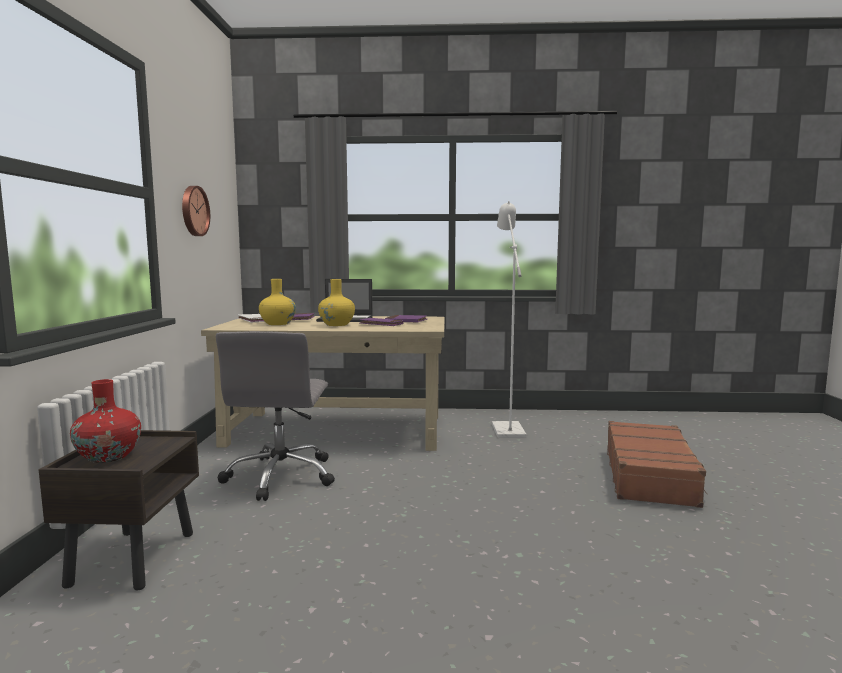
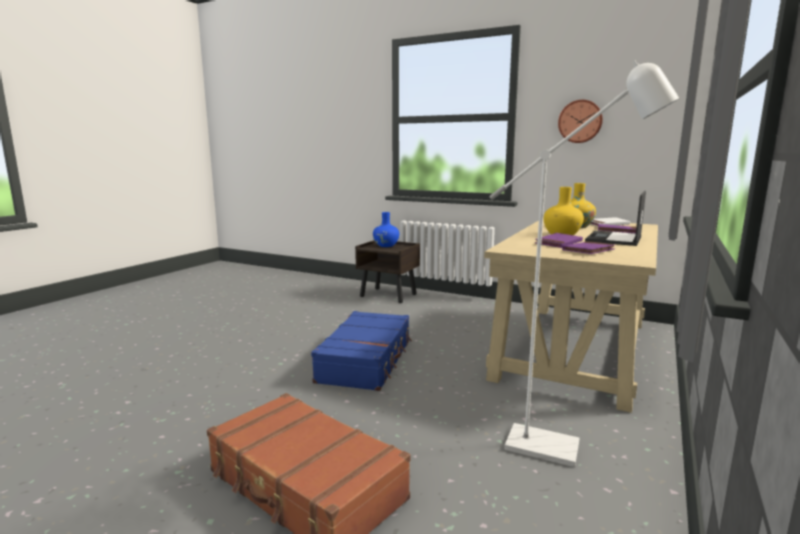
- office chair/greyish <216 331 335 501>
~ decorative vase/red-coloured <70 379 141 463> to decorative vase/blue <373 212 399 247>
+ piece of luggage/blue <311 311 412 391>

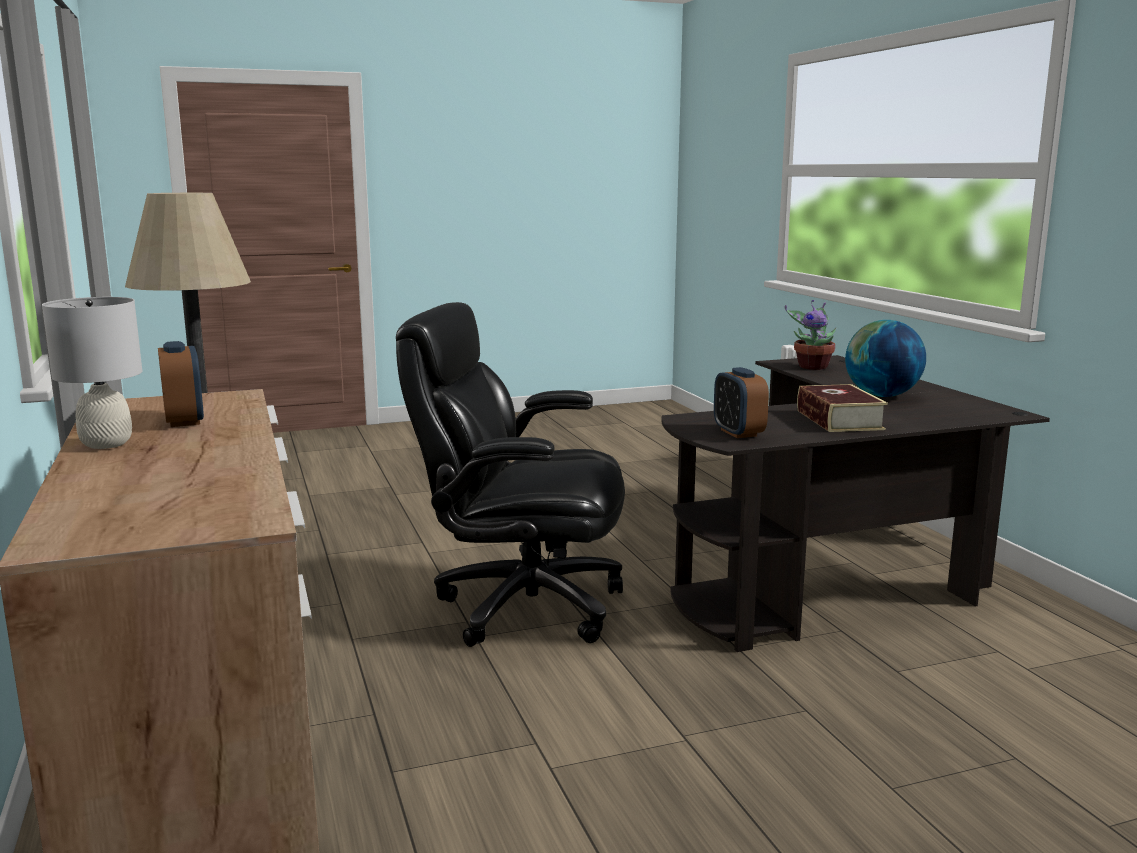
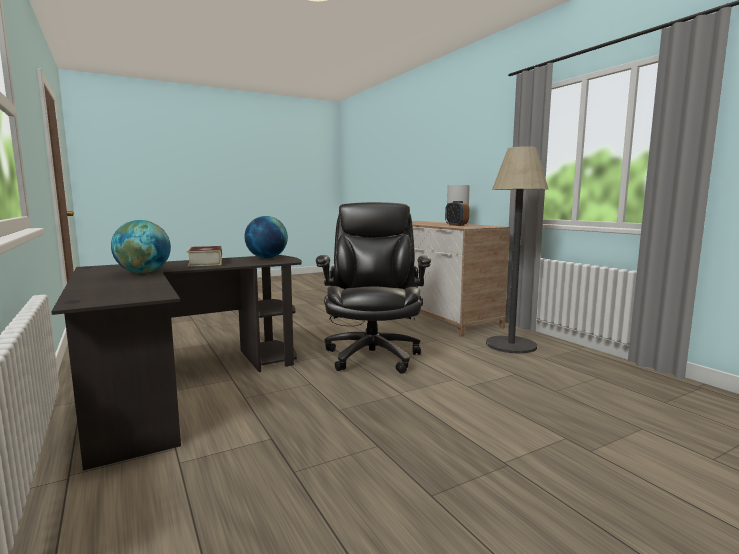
- potted plant <785 300 836 370>
~ office chair/black-coloured <396 302 625 647> = <316 202 431 374> 90 degrees counterclockwise
~ bedside clock <714 367 769 438> to desk globe <244 216 288 258>

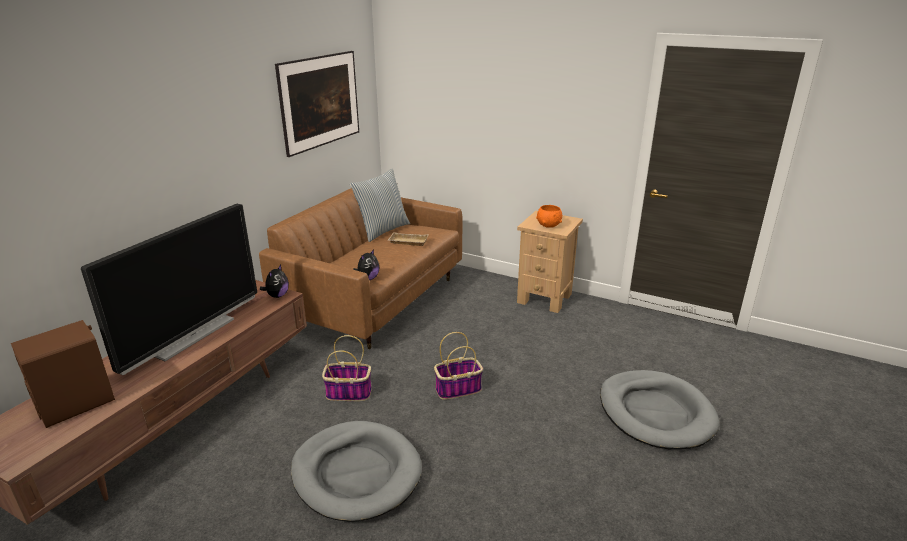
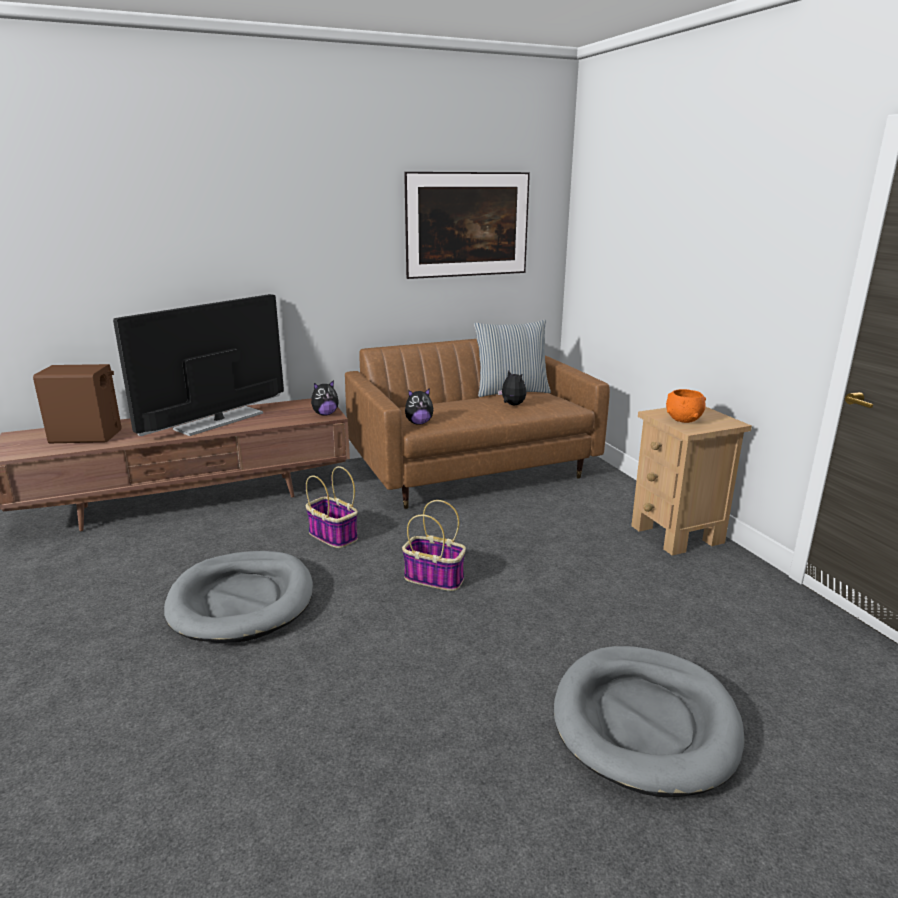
~ TV set <81 204 257 375> = <113 294 284 436> 150 degrees clockwise
~ serving tray/beige-coloured <388 232 429 246> to cuddly toy <498 370 526 405>

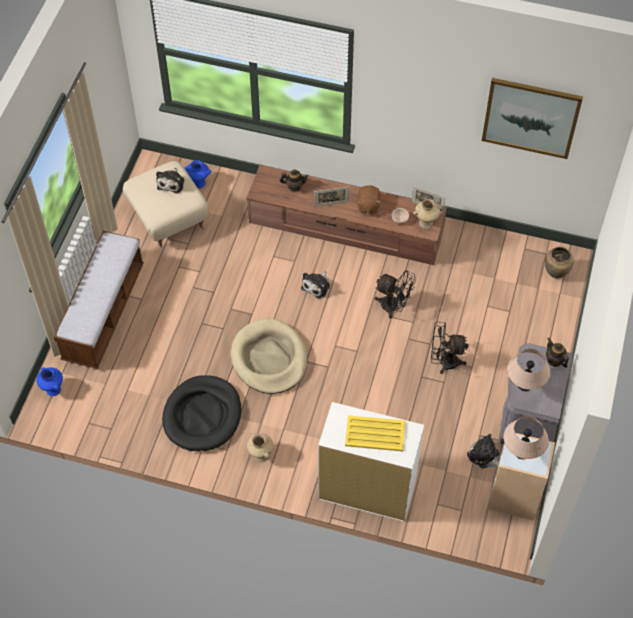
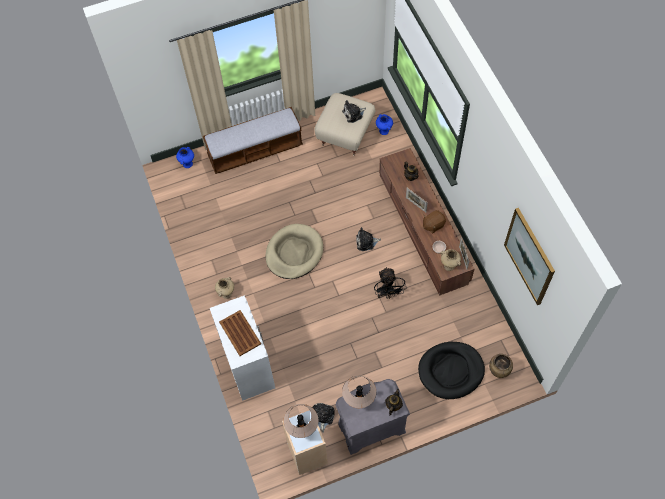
- cooling fan/black-coloured <431 322 468 374>
~ dog bed/black-coloured <162 375 241 451> to <418 342 485 399>
~ serving tray/yellow-coloured <345 415 405 451> to serving tray/brown-coloured <219 310 261 356>

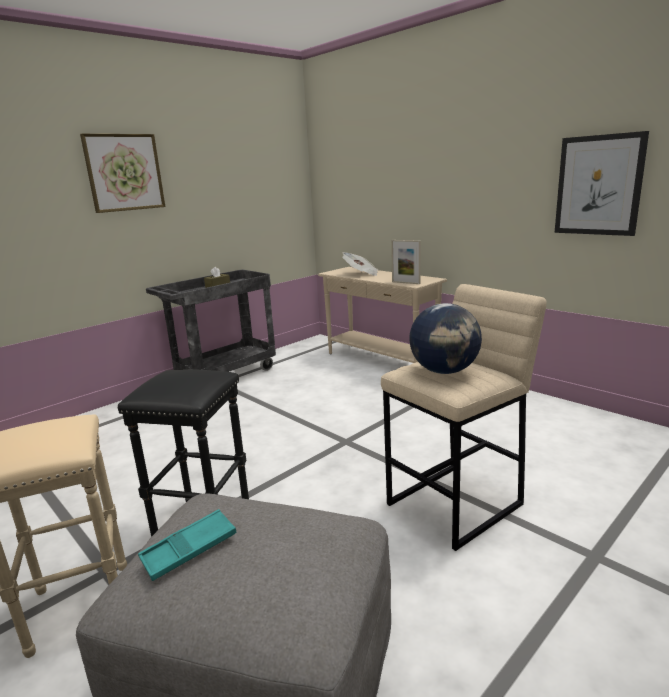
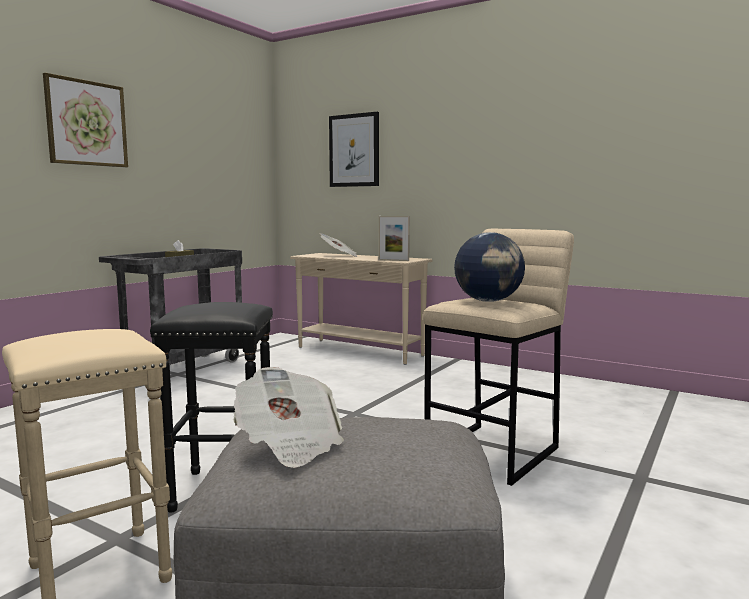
~ wall art <555 131 649 236> to <329 112 379 187>
~ serving tray/turquoise <138 509 237 581> to printed paper <233 367 344 468>

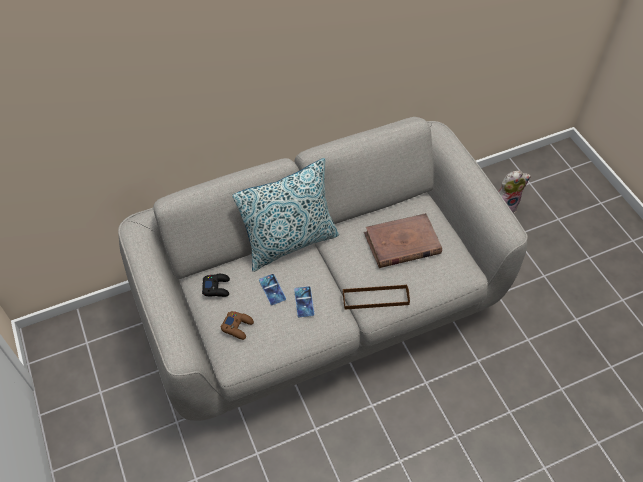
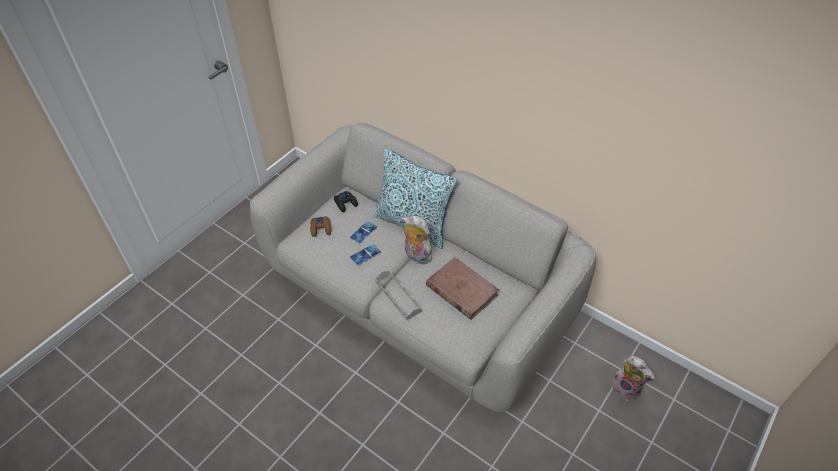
~ serving tray/brown-coloured <343 284 410 310> to serving tray/greyish <375 270 422 320>
+ cuddly toy <401 215 434 264>

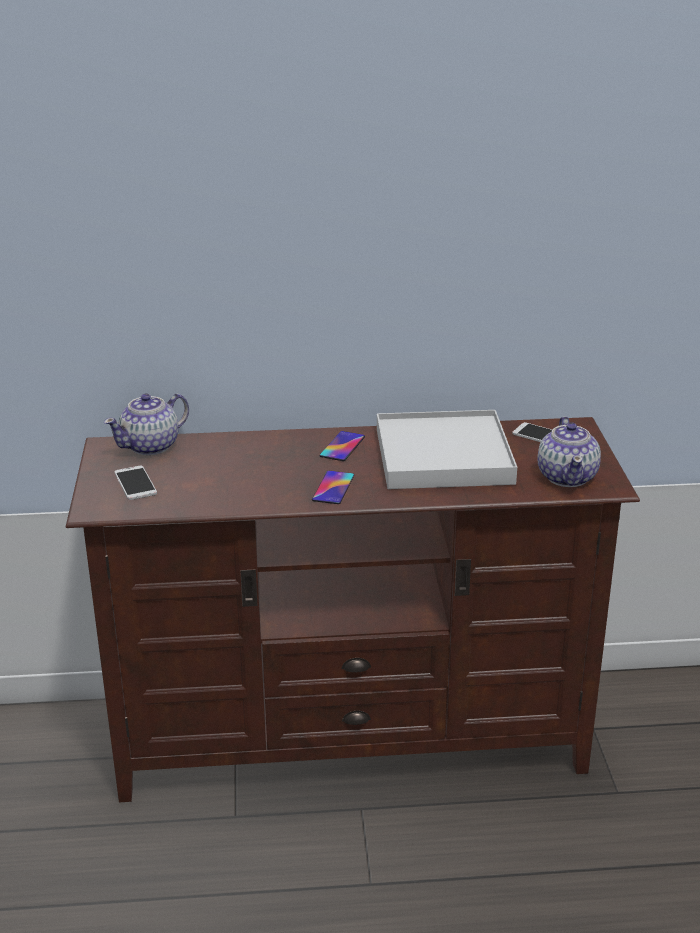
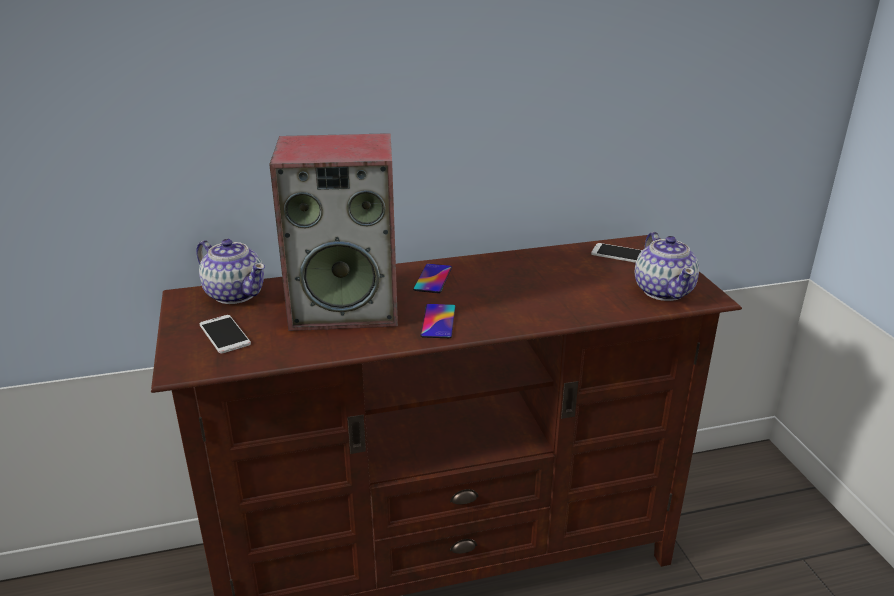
~ teapot <104 393 189 456> = <196 239 265 304> 90 degrees counterclockwise
- serving tray/white <377 410 517 489>
+ loudspeaker <269 133 398 331>

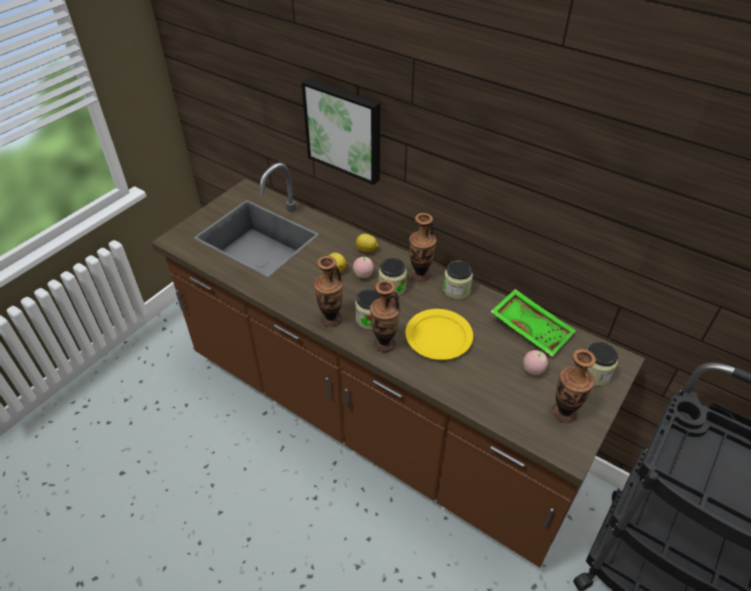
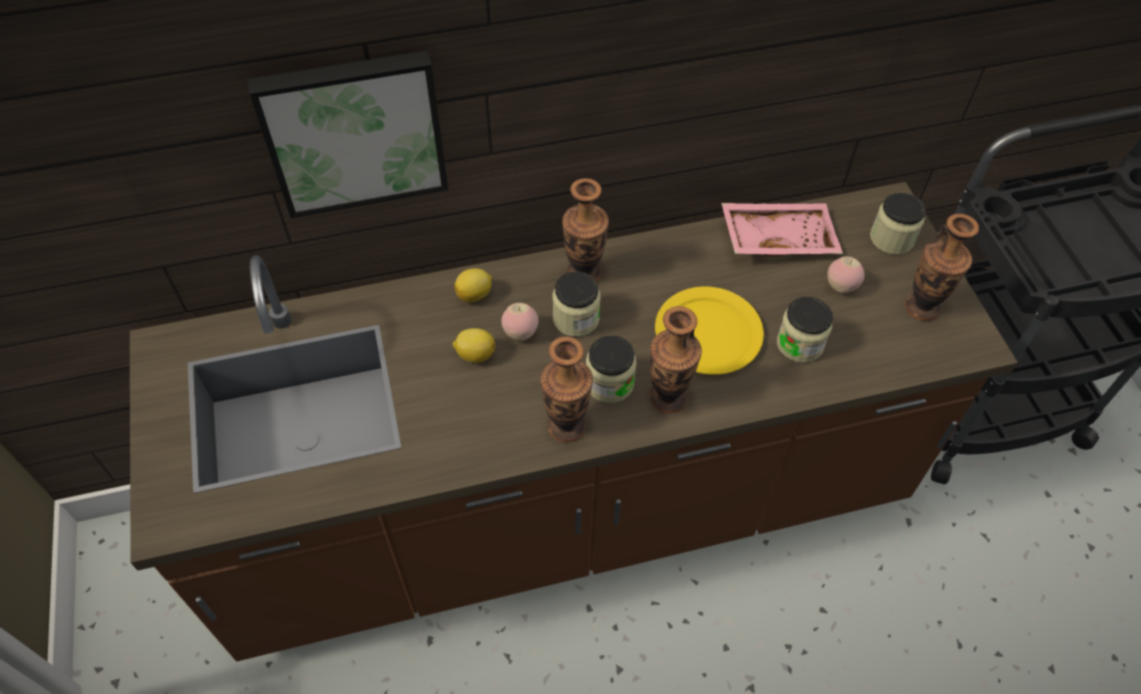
~ storage jar <443 260 473 299> to <777 297 833 363>
~ serving tray/greenish <491 289 576 356> to serving tray/pinkish <721 203 843 256>

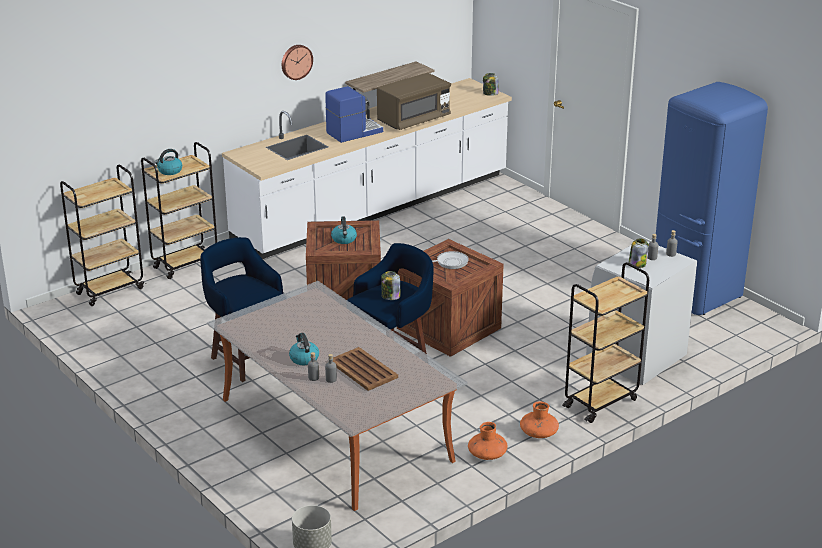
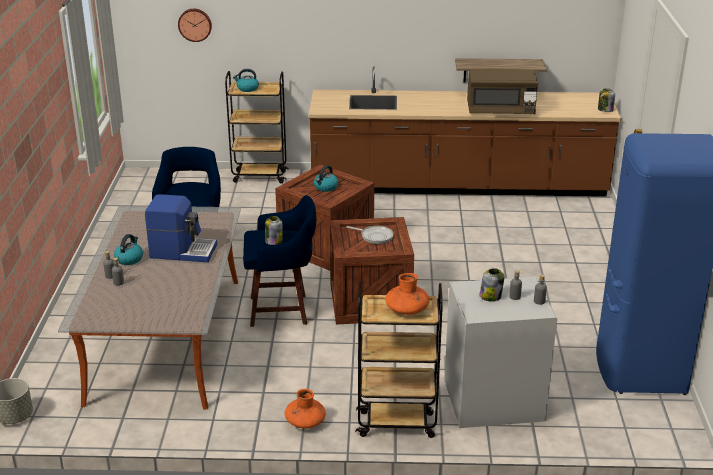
~ hanging clock <282 45 313 80> to <178 9 212 42>
~ kitchen counter/white <222 78 512 259> to kitchen counter/brown-coloured <309 67 621 197>
~ coffee maker <325 86 383 143> to <145 194 217 262>
- cart/brown-coloured <60 165 145 306>
- serving tray/brown-coloured <333 347 398 391>
~ decorative vase/orange-coloured <468 422 507 460> to <385 273 429 315>

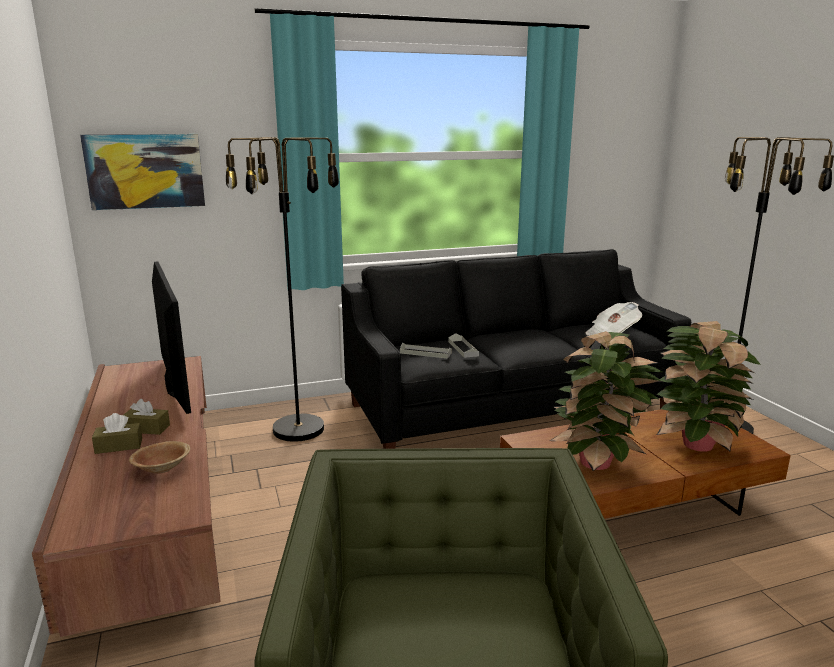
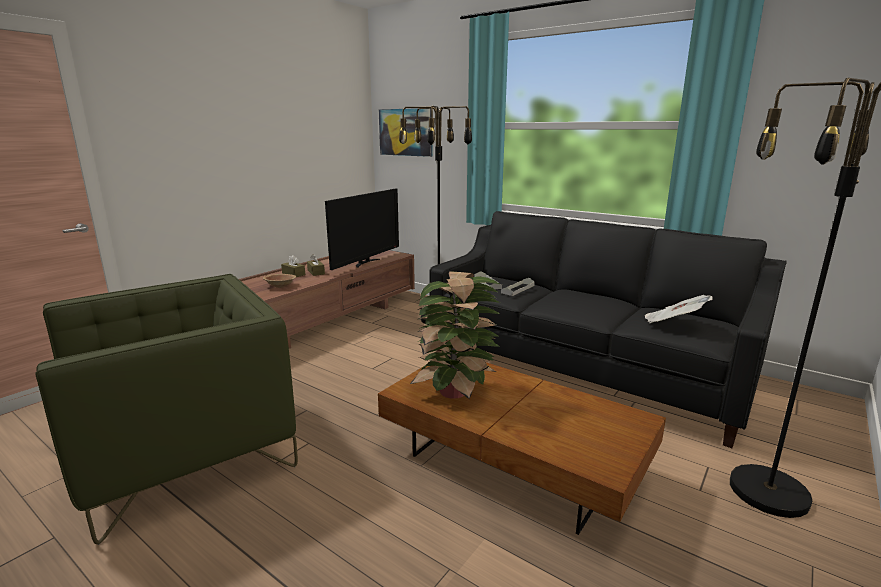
- potted plant <657 321 761 452>

